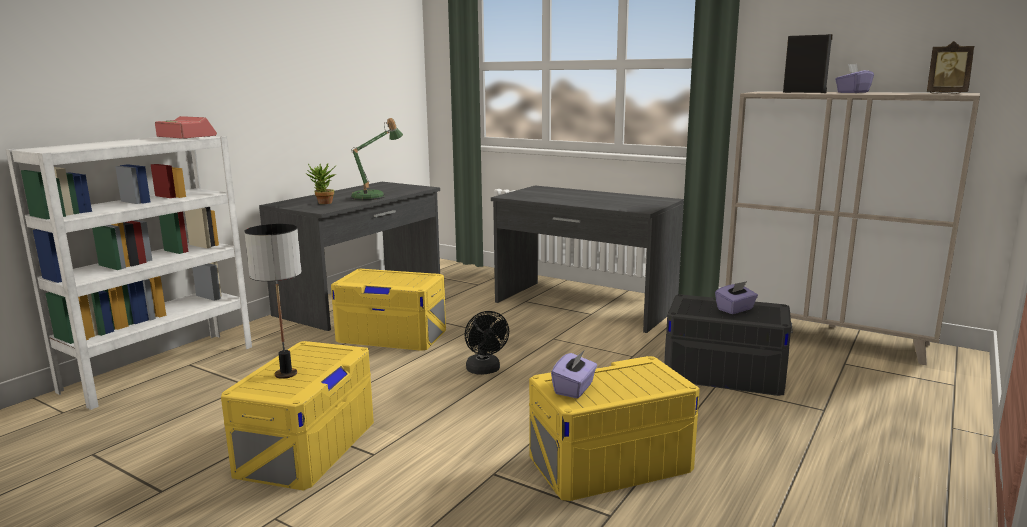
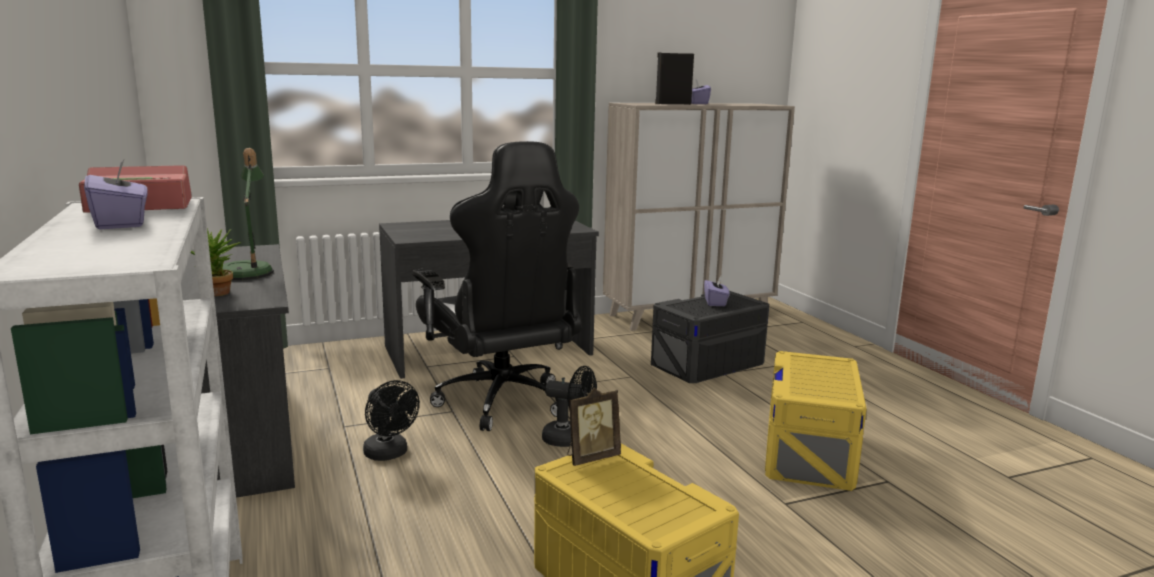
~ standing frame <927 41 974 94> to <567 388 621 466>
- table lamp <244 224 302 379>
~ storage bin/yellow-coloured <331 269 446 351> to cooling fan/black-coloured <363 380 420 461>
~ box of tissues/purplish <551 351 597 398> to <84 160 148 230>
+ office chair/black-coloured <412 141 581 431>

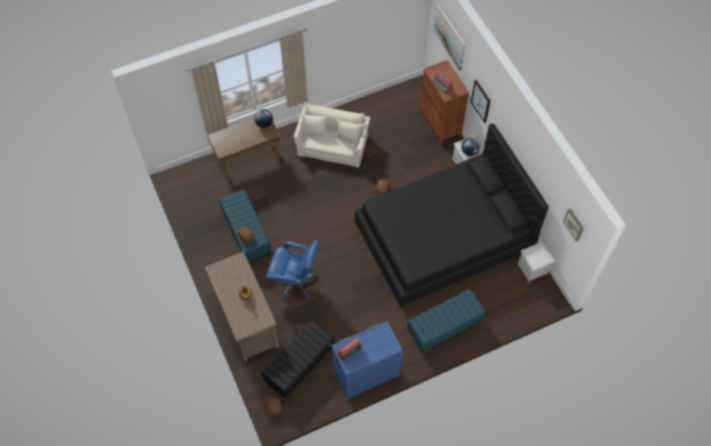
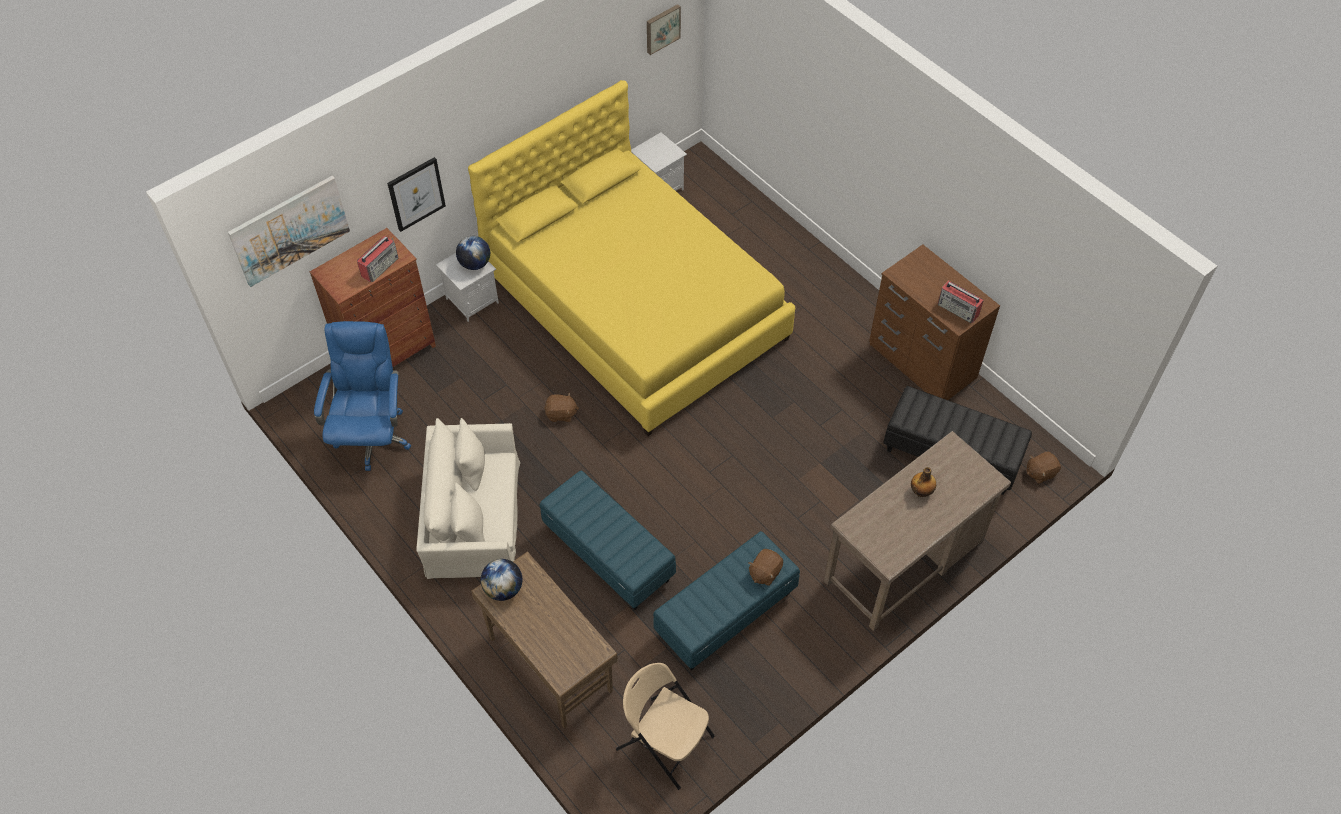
~ bedroom bed/black-coloured <355 124 549 308> to bedroom bed/yellow-coloured <468 80 796 437>
~ office chair/blue <266 240 319 299> to <314 321 411 471>
~ pouffe/blue <407 289 486 352> to <540 470 676 610>
~ dresser/blue <331 321 403 399> to dresser/brown-coloured <869 245 1000 400>
+ plain chair/beige-coloured <616 663 715 790>

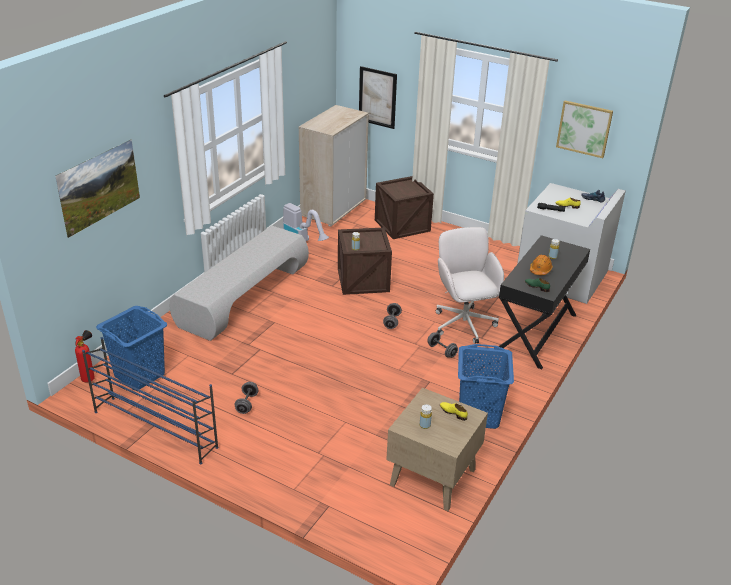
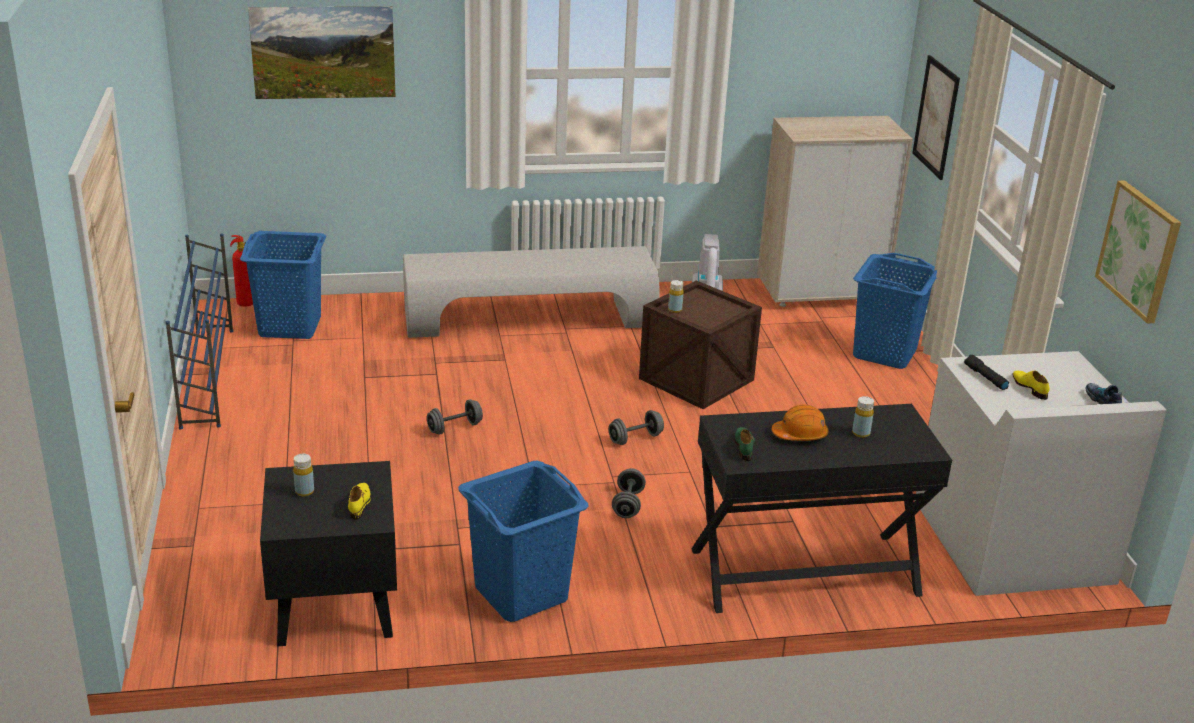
~ crate <375 176 434 239> to laundry basket/blue <853 253 937 369>
- office chair/white <436 227 504 344>
~ dumbbell/greyish <235 382 258 414> to <427 399 483 435>
~ bedside table/beige-coloured <386 388 488 511> to bedside table/black-coloured <260 461 397 647>

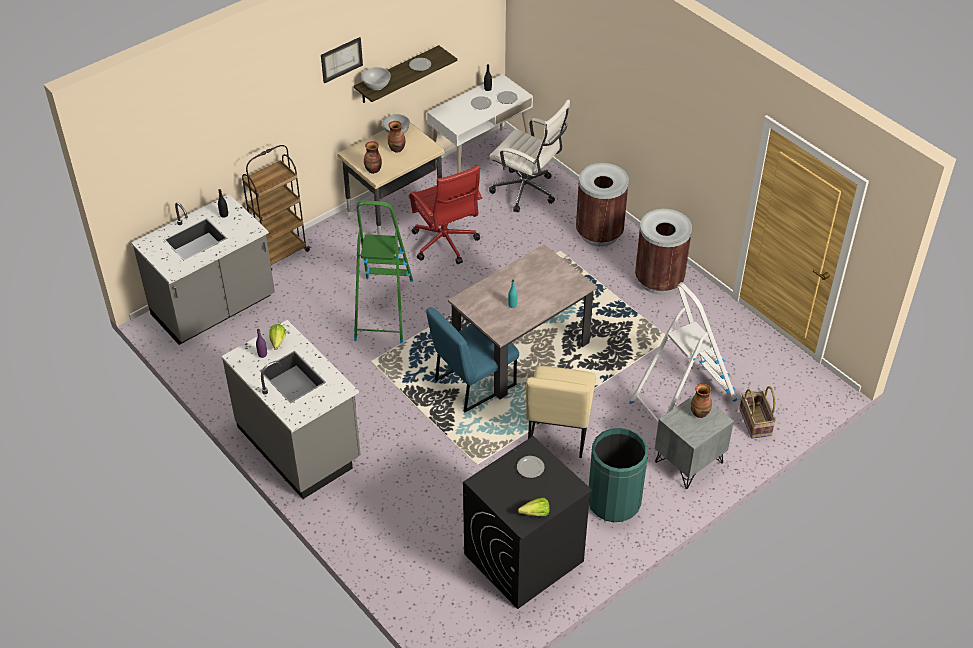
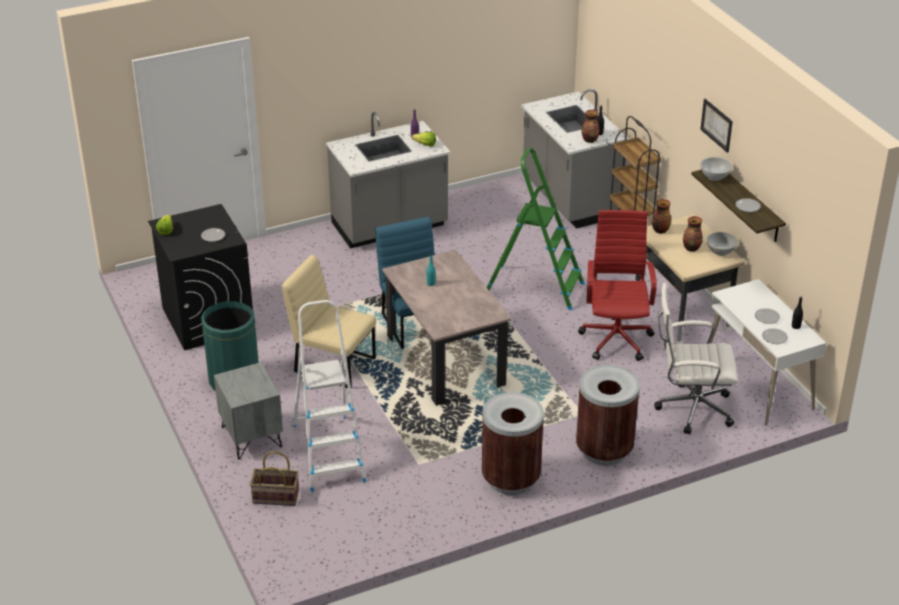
~ office chair/white <489 99 570 212> = <654 283 738 434> 45 degrees clockwise
~ office chair/red-coloured <408 165 482 264> = <578 210 657 361> 105 degrees clockwise
~ decorative vase <691 384 712 418> to <582 110 600 143>

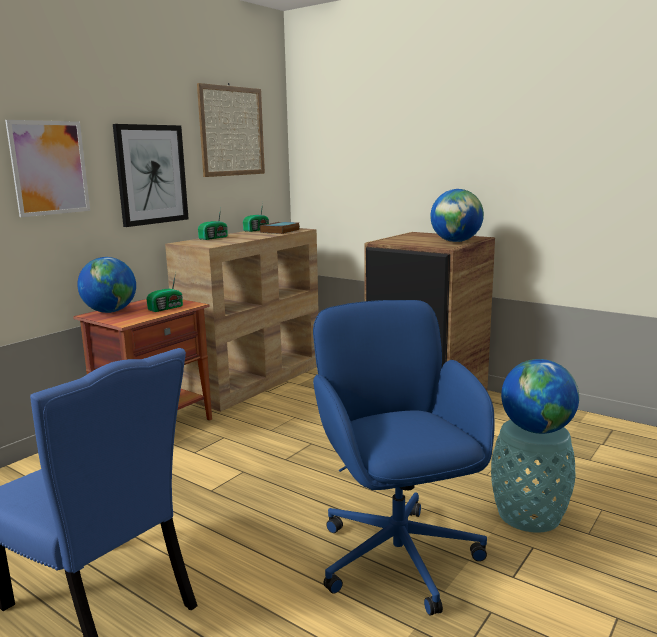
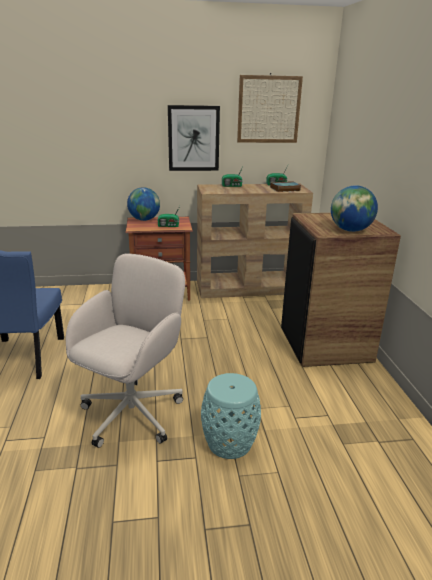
- wall art <5 120 90 217>
~ office chair/blue <313 300 494 616> to office chair/white <66 253 185 448>
- desk globe <501 359 579 434>

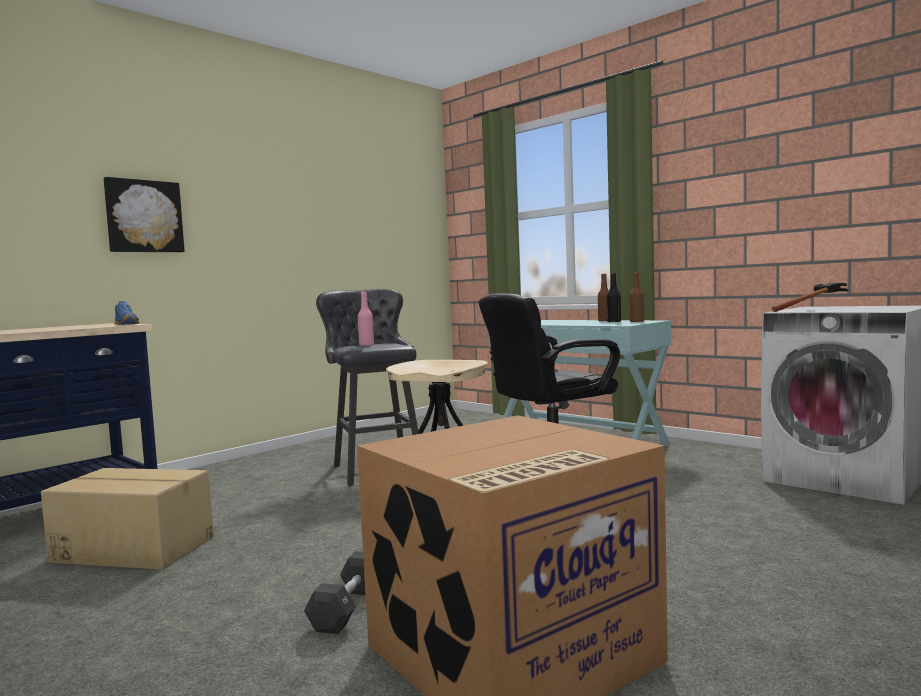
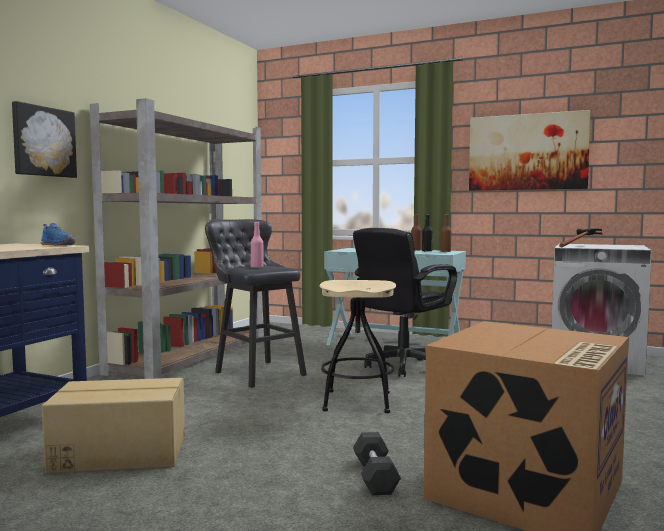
+ bookshelf/brown-coloured <90 98 263 379>
+ wall art <469 110 591 191>

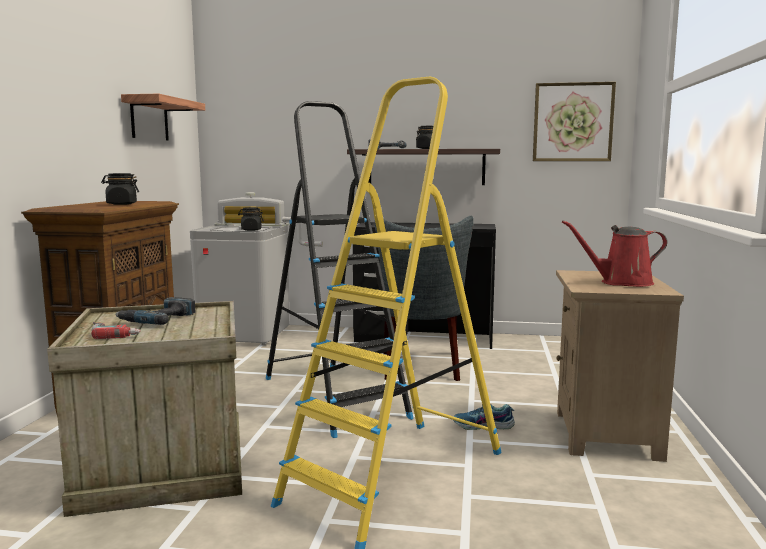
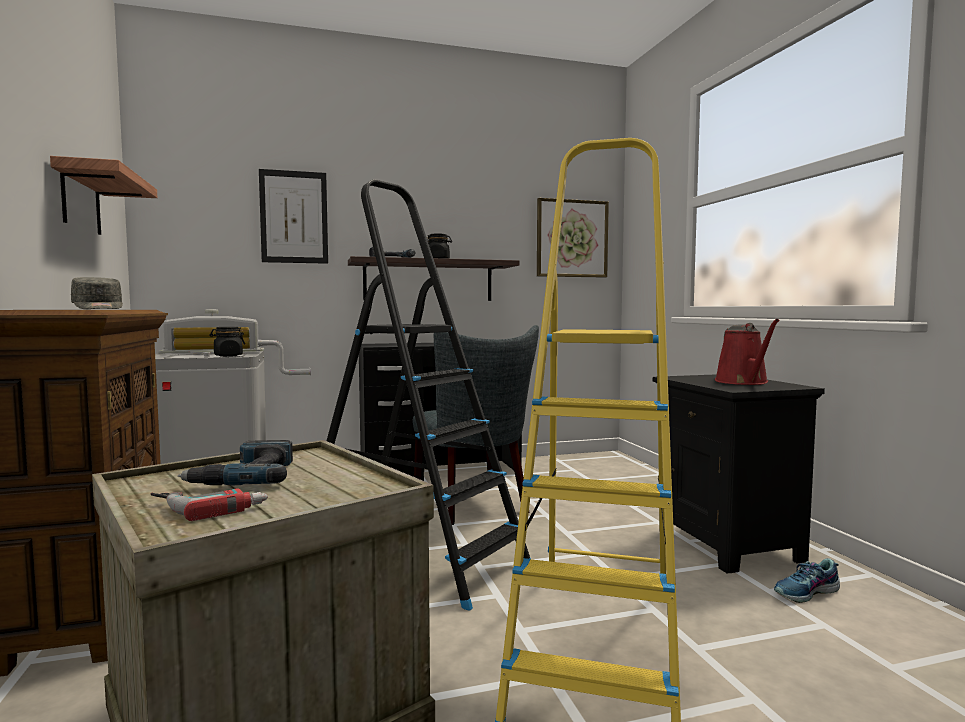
~ storage jar/black-coloured <101 173 139 205> to baseball cap/greyish <71 277 123 309>
~ watering pot/red-coloured <562 220 667 287> = <715 319 780 385> 60 degrees counterclockwise
~ bedside table/beige-coloured <556 270 684 462> to bedside table/black-coloured <653 374 825 574>
~ item of footwear <453 404 515 430> to <774 558 840 603>
+ wall art <259 169 328 264>

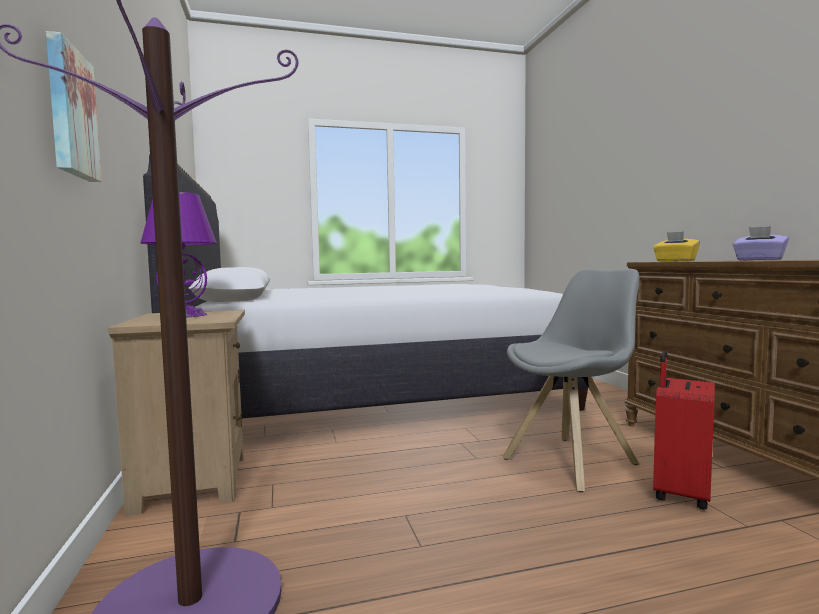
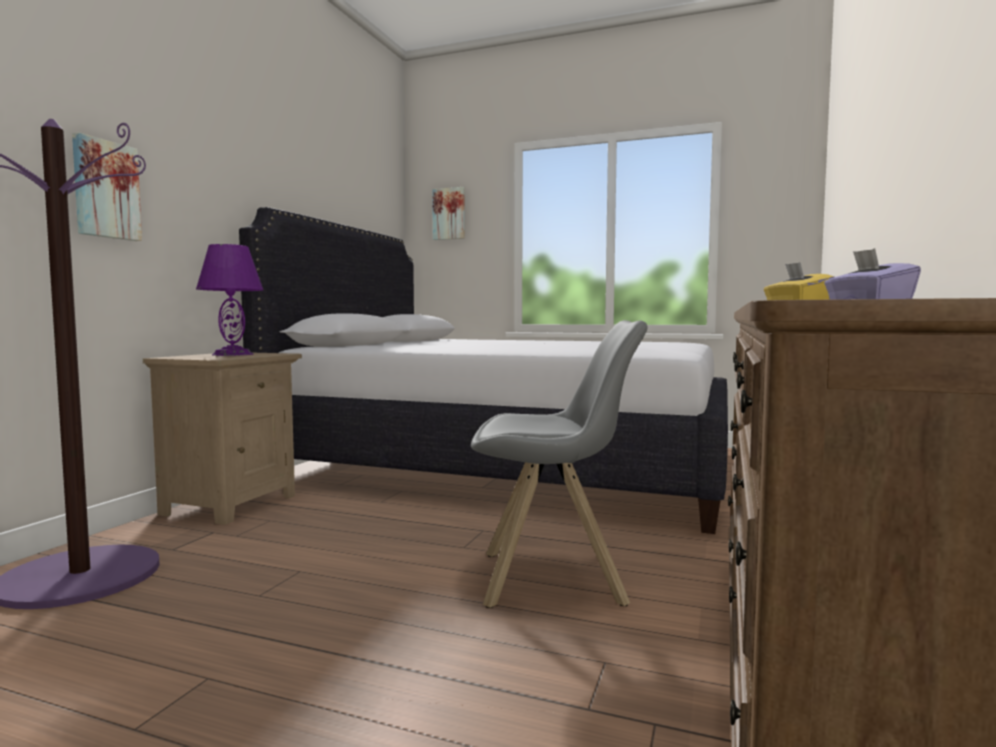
- piece of luggage/red-coloured <653 351 715 510>
+ wall art <432 187 465 240>

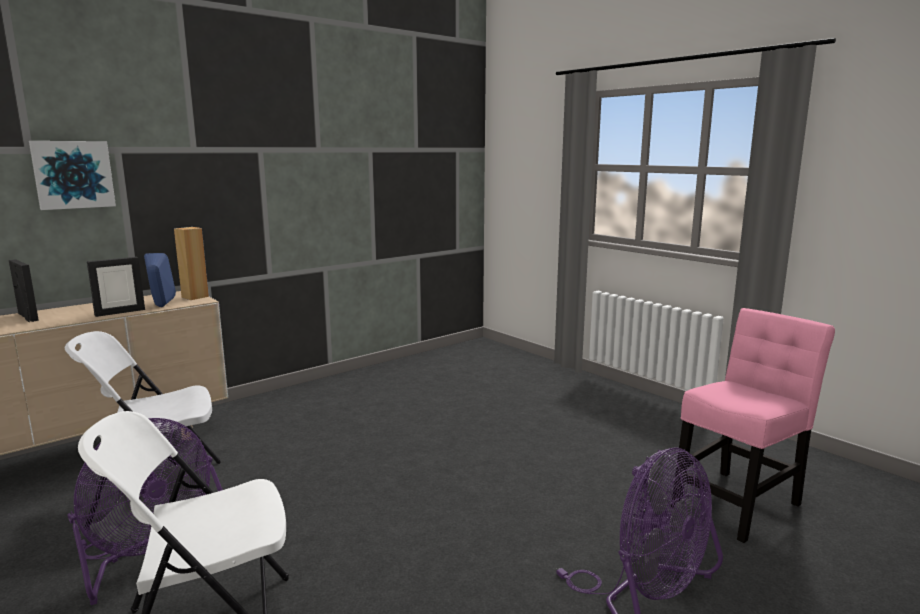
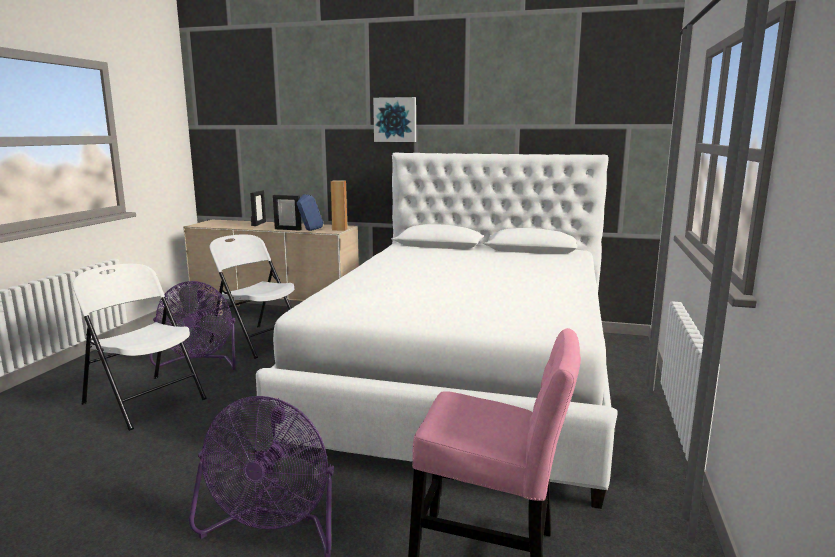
~ wall art <29 141 116 210> to <373 97 416 142>
+ bedroom bed/white <256 153 618 509>

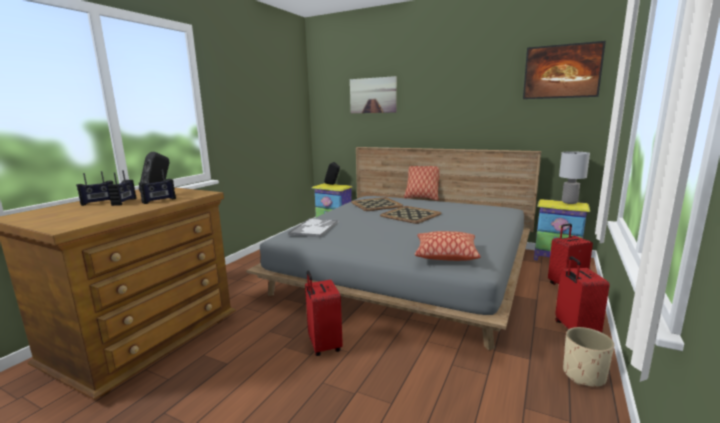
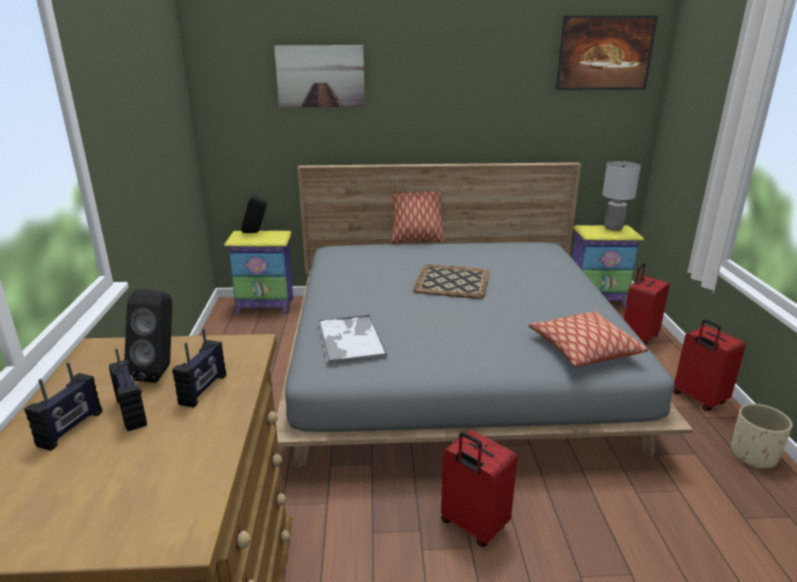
- serving tray <351 197 403 211>

